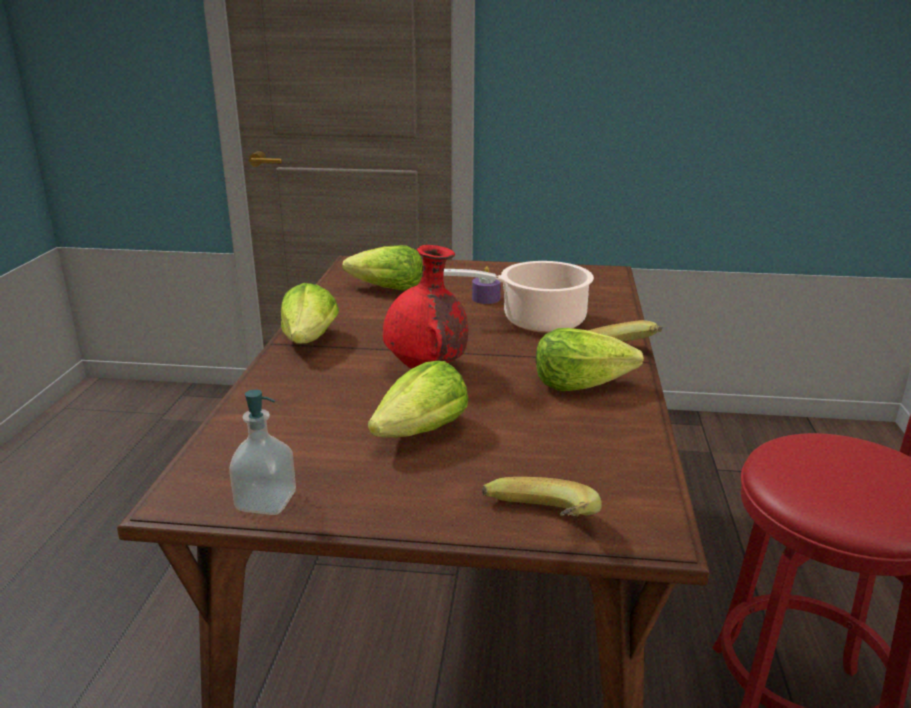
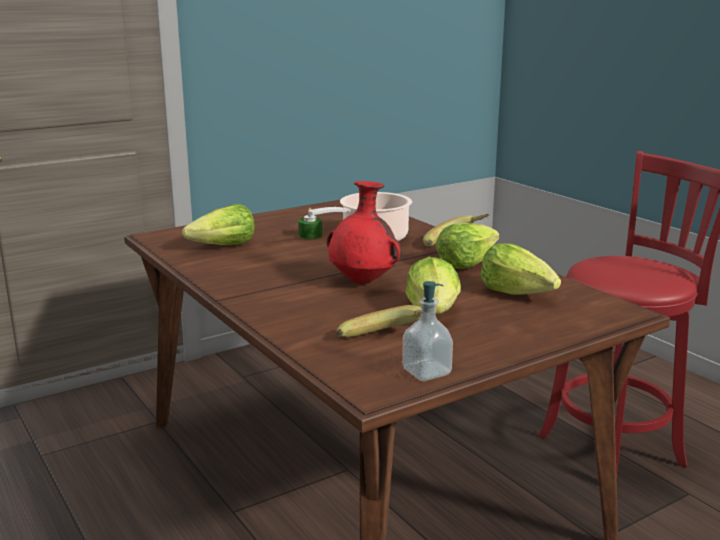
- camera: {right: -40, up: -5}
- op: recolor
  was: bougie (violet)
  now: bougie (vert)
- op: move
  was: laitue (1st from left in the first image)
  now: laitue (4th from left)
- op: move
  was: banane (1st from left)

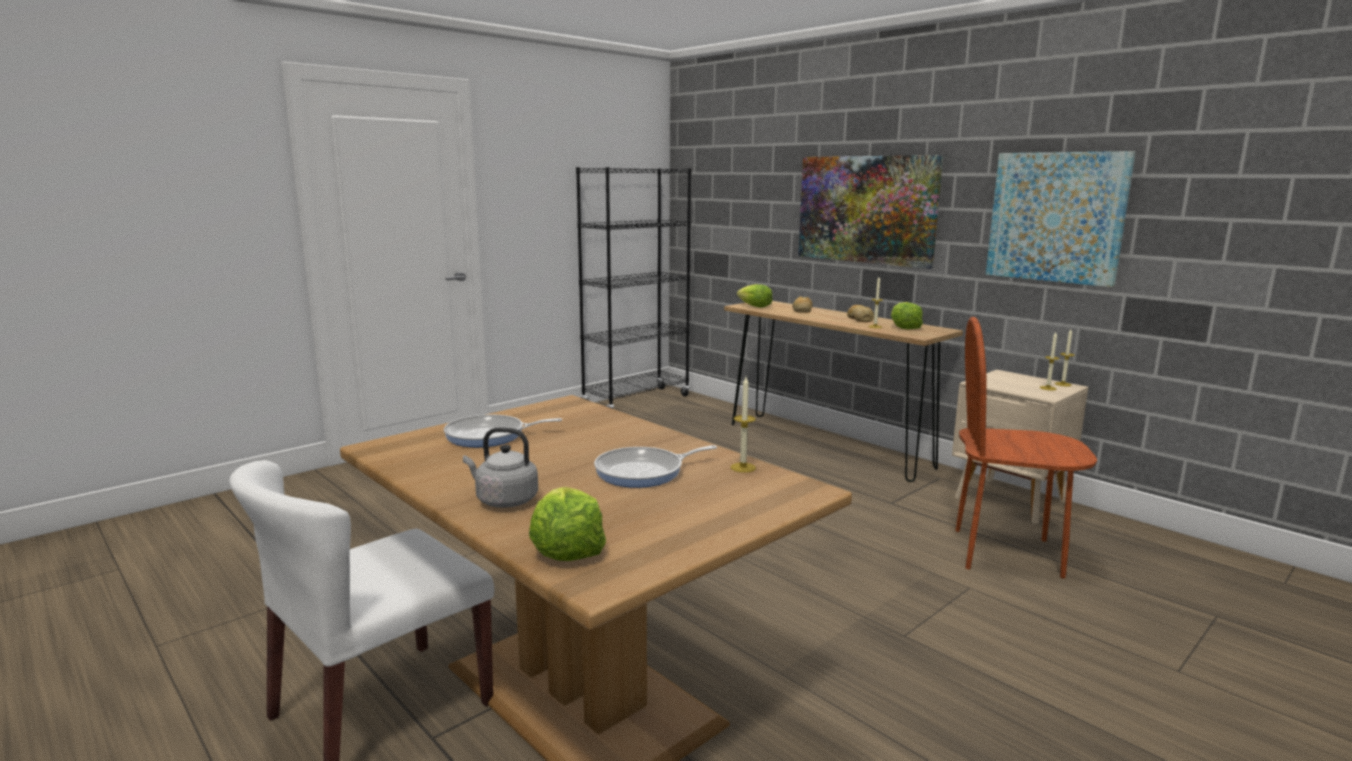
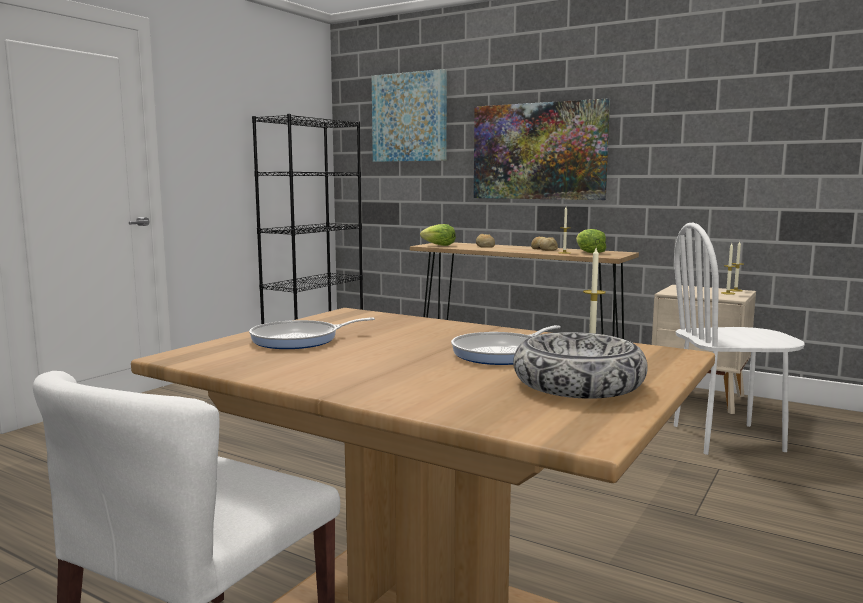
- camera: {right: -15, up: -5}
- op: move
  was: tableau (2nd from left in the first image)
  now: tableau (1st from left)
- op: recolor
  was: chaise (marron)
  now: chaise (blanc) (2nd from left)
- op: delete
  was: bouilloire (gris)
- op: delete
  was: laitue (1st from left)
- op: insert
  now: bol

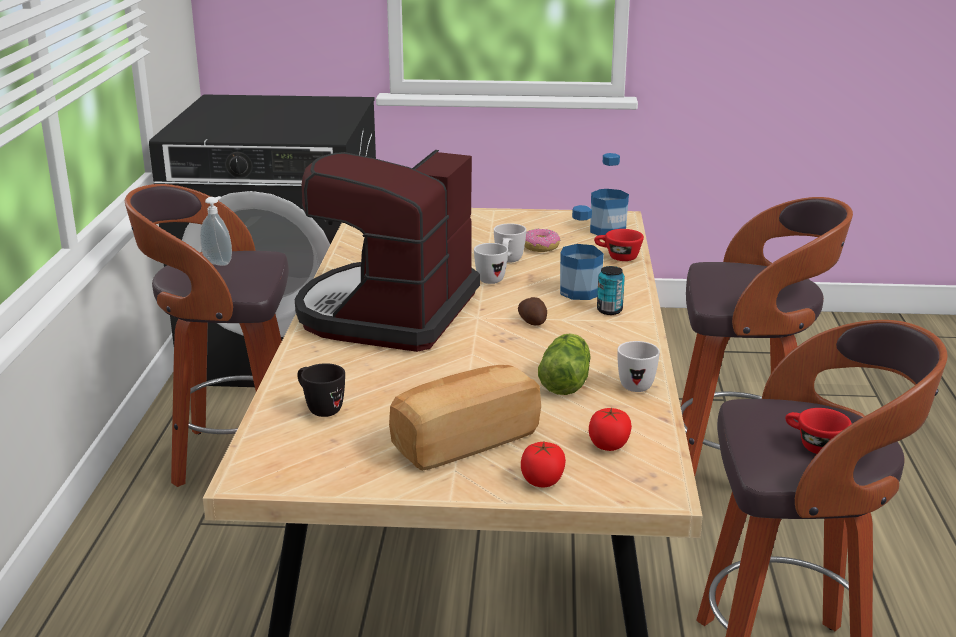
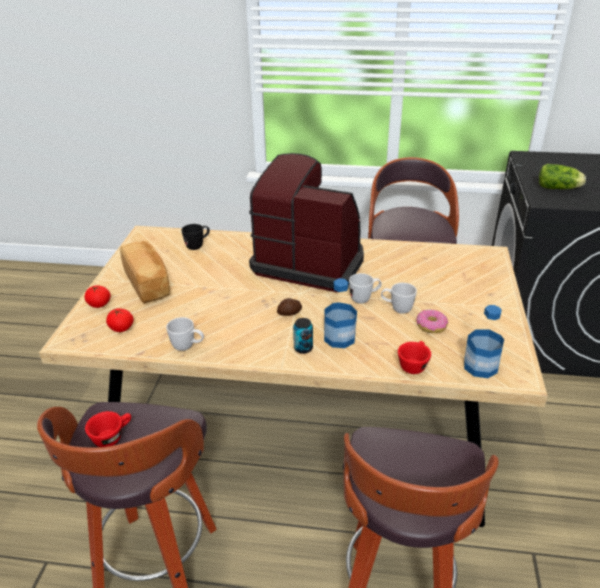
- camera: {right: 95, up: 10}
- op: delete
  was: distributeur de savon
- op: move
  was: laitue

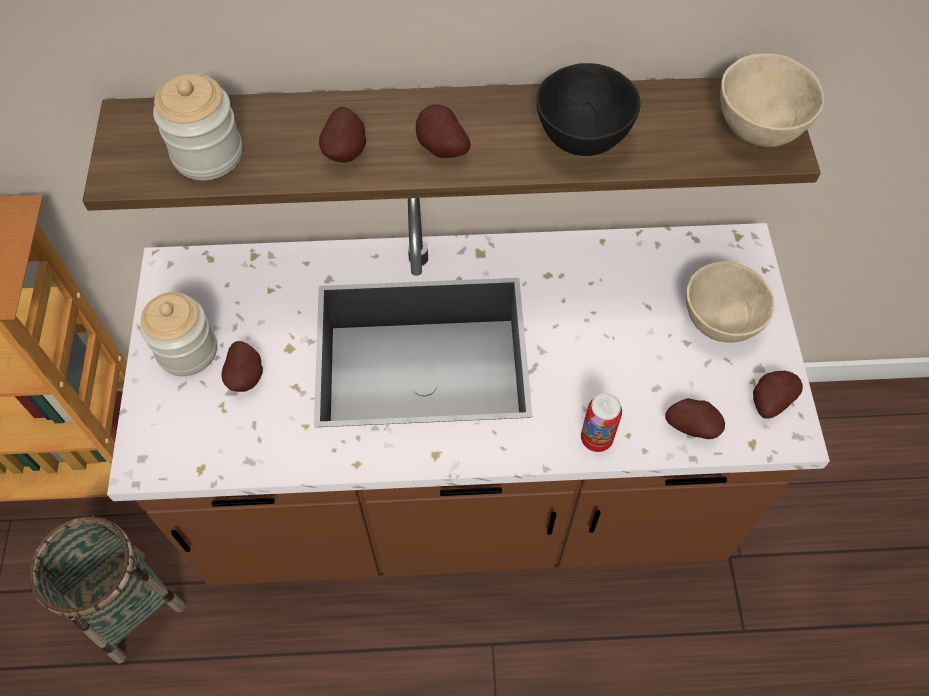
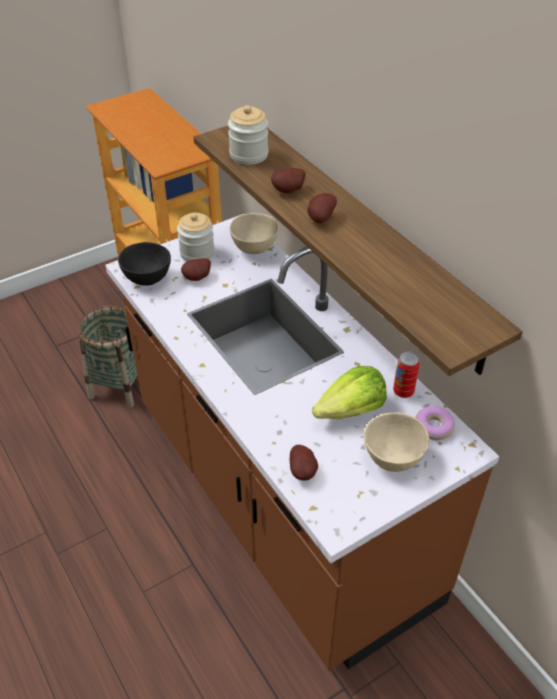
- camera: {right: 60, up: -15}
- op: move
  was: bol (beige) (2nd from left in the first image)
  now: bol (beige) (1st from left)
- op: move
  was: bol (noir)
- op: delete
  was: pomme de terre (5th from left)
- op: move
  was: boîte métallique
- op: insert
  now: laitue
- op: insert
  now: beignet

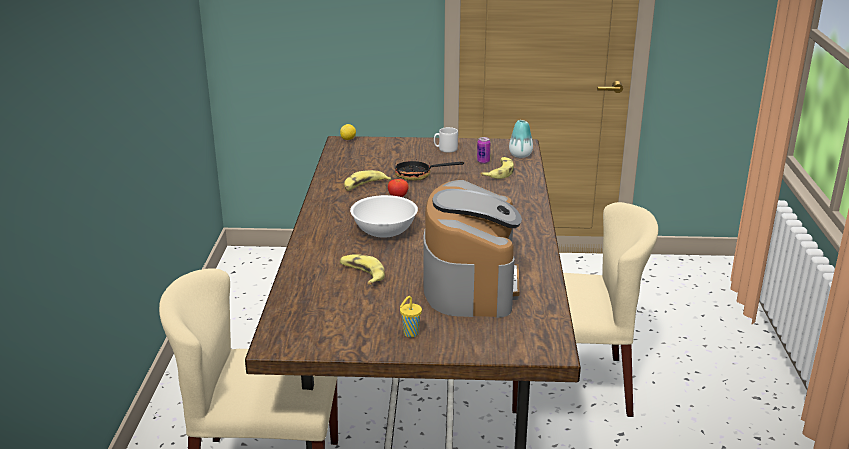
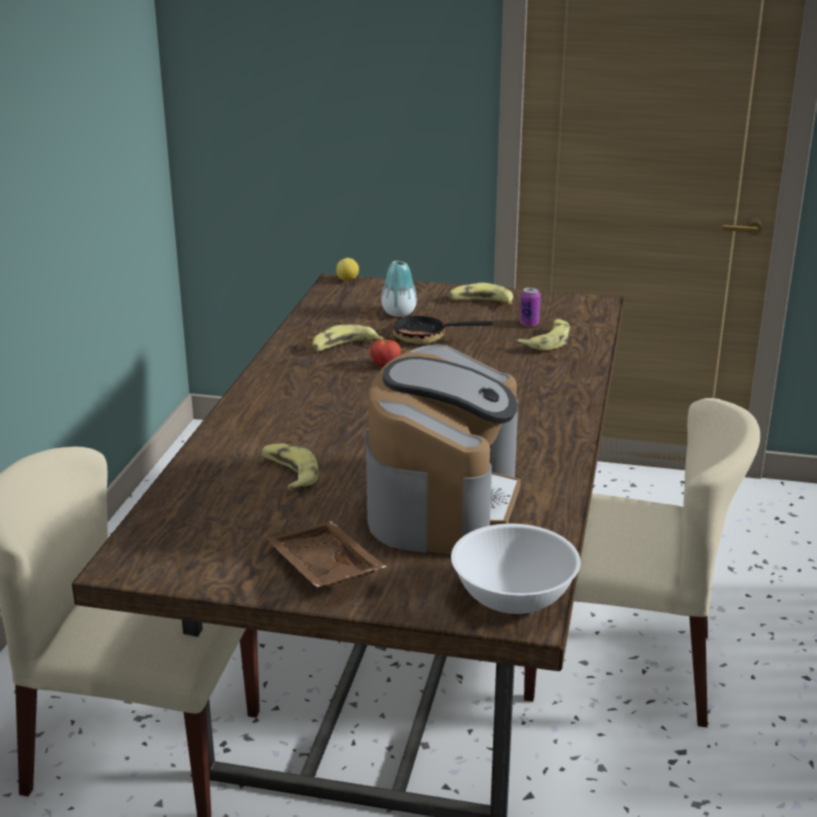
- camera: {right: 10, up: 0}
- op: move
  was: vase
- op: replace
  was: mug (gris)
  now: banane (3rd from left)
- op: move
  was: bol (blanc)
- op: replace
  was: tasse (jaune)
  now: plateau (marron)

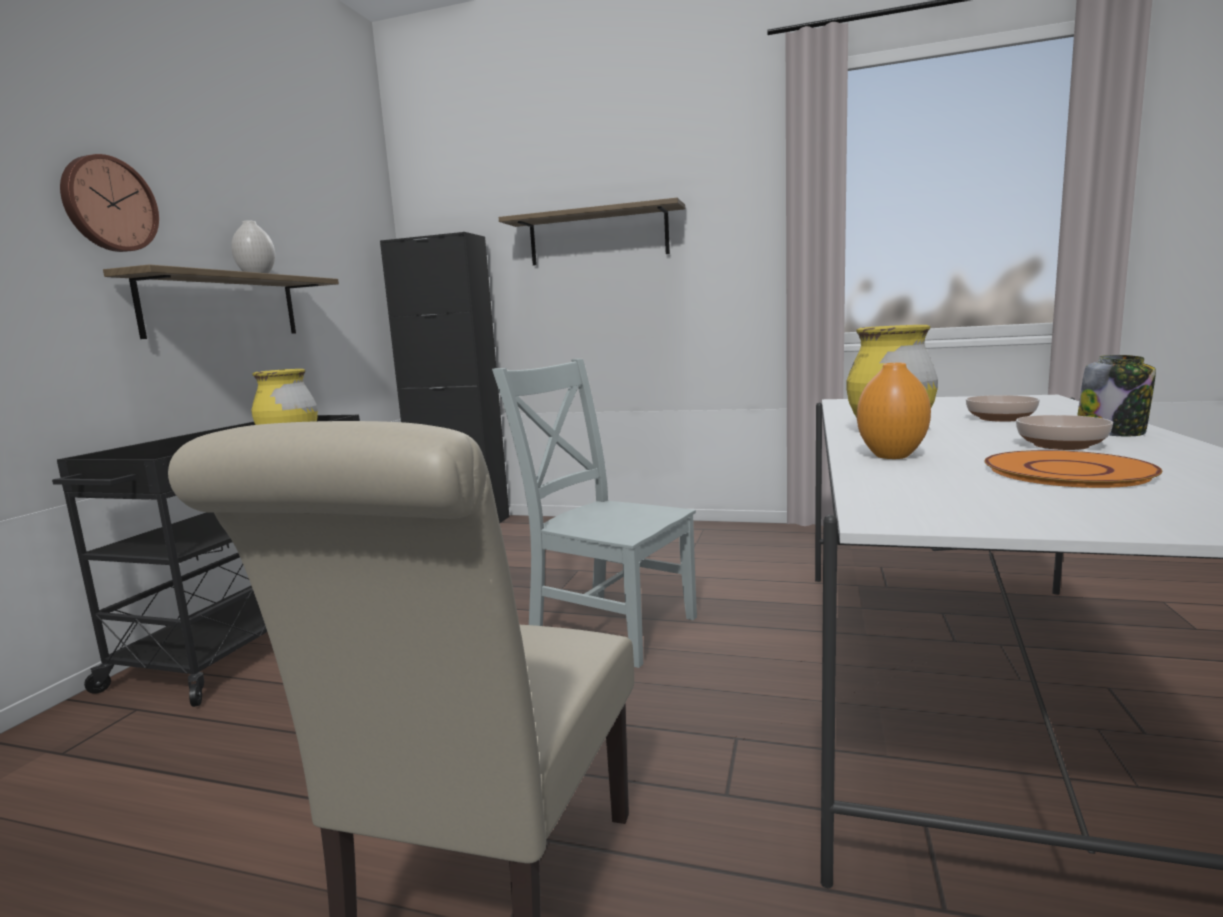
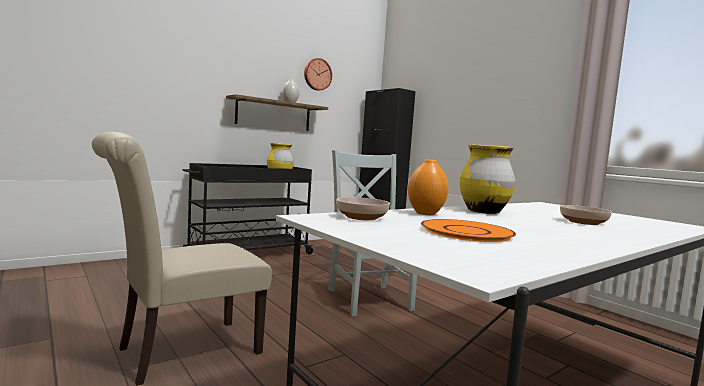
- camera: {right: 35, up: -5}
- op: move
  was: horloge murale
- op: delete
  was: étagère (2nd from left)
- op: delete
  was: bocal
- op: move
  was: bol (2nd from left in the first image)
  now: bol (1st from left)

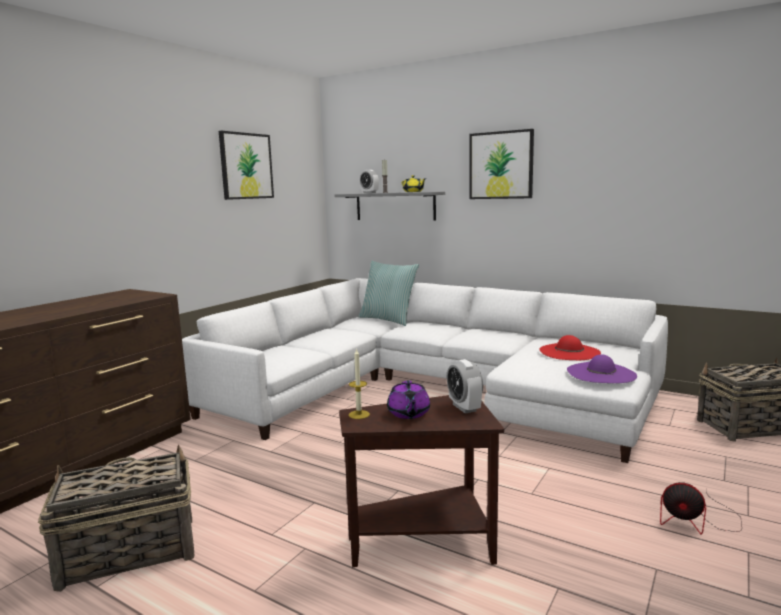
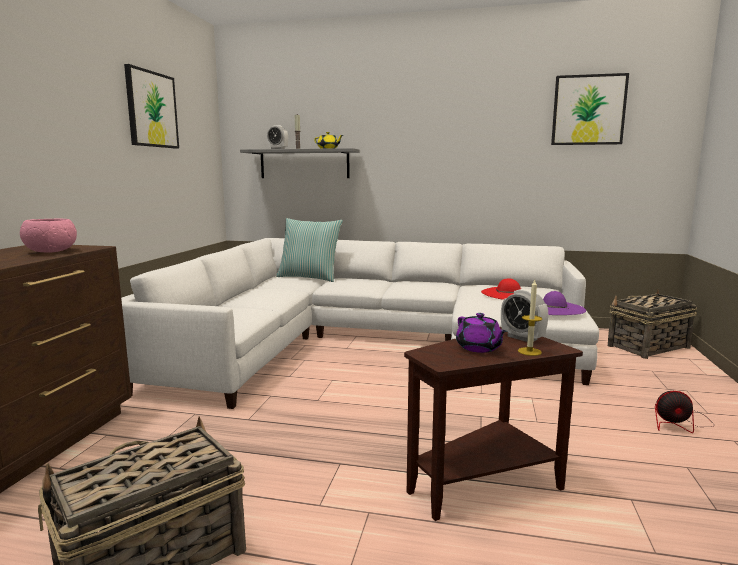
- camera: {right: -20, up: 0}
- op: move
  was: tableau (2nd from left)
- op: move
  was: bougie (1st from left in the first image)
  now: bougie (2nd from left)
- op: insert
  now: bol (rose)

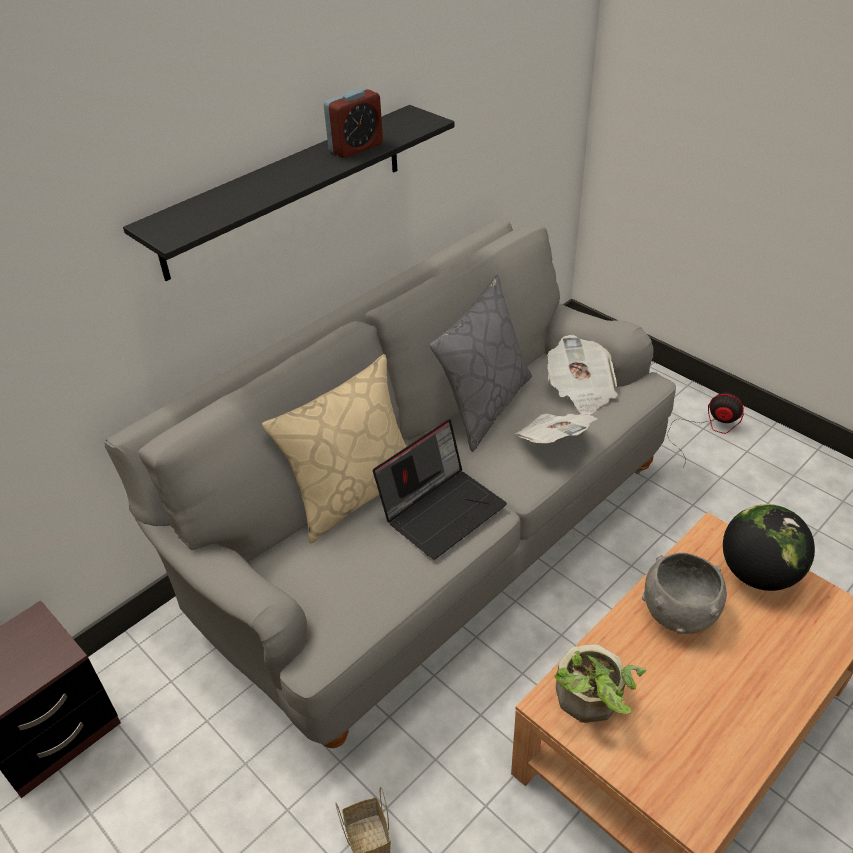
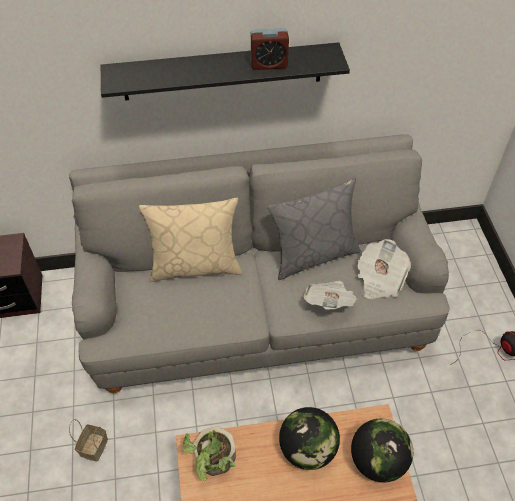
- camera: {right: 35, up: 10}
- op: delete
  was: ordinateur portable
- op: replace
  was: bol (gris)
  now: globe (1st from left)

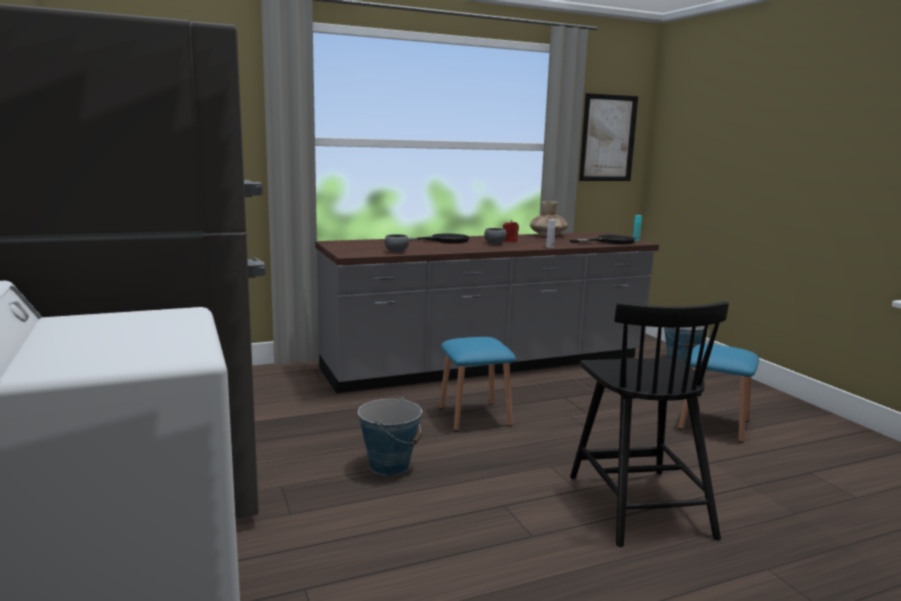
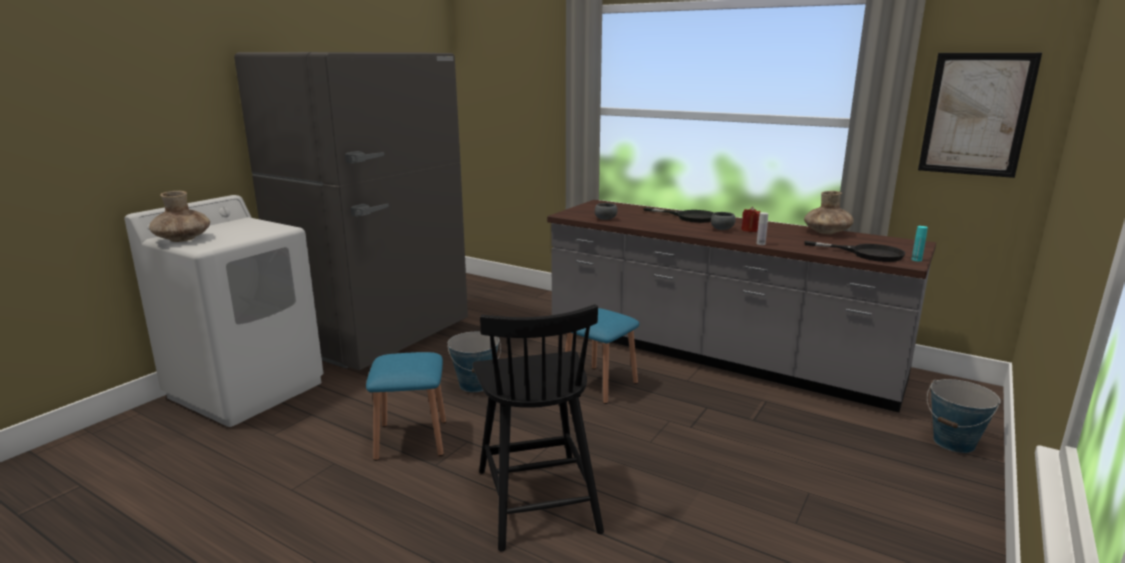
- camera: {right: 55, up: 5}
- op: rotate
  was: chaise (noir)
  clockwise: -60
- op: move
  was: tabouret (bleu) (2nd from left in the first image)
  now: tabouret (bleu) (1st from left)
- op: insert
  now: vase (marron) (1st from left)

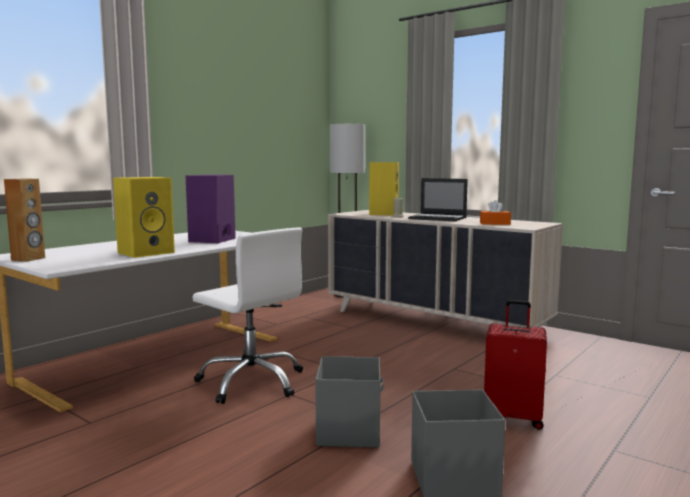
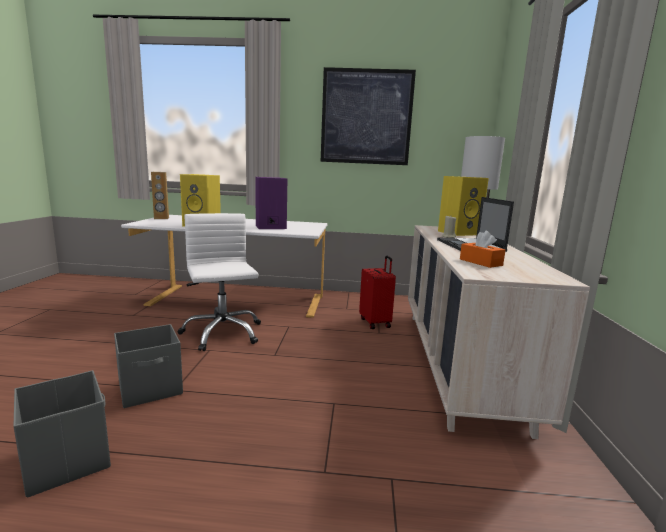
- camera: {right: 55, up: 5}
- op: rotate
  was: chaise de bureau (blanc)
  clockwise: 150
- op: move
  was: valise (rouge)
- op: insert
  now: tableau

